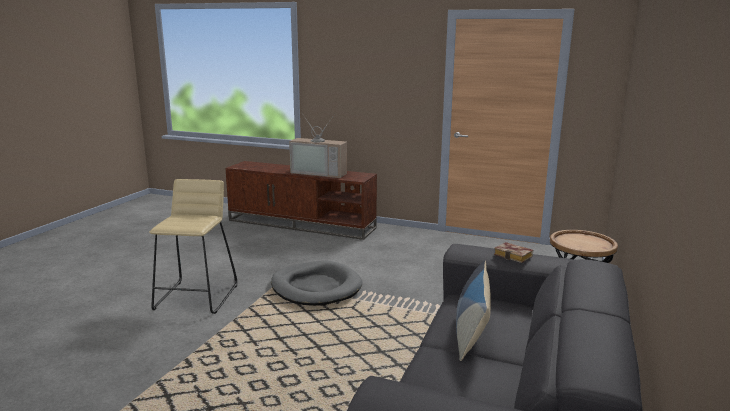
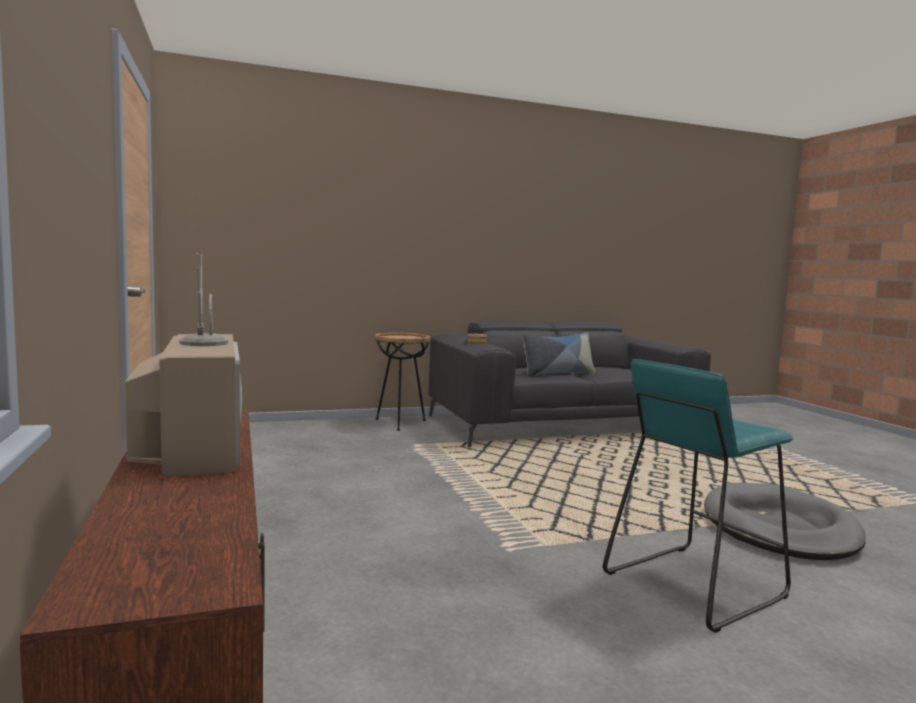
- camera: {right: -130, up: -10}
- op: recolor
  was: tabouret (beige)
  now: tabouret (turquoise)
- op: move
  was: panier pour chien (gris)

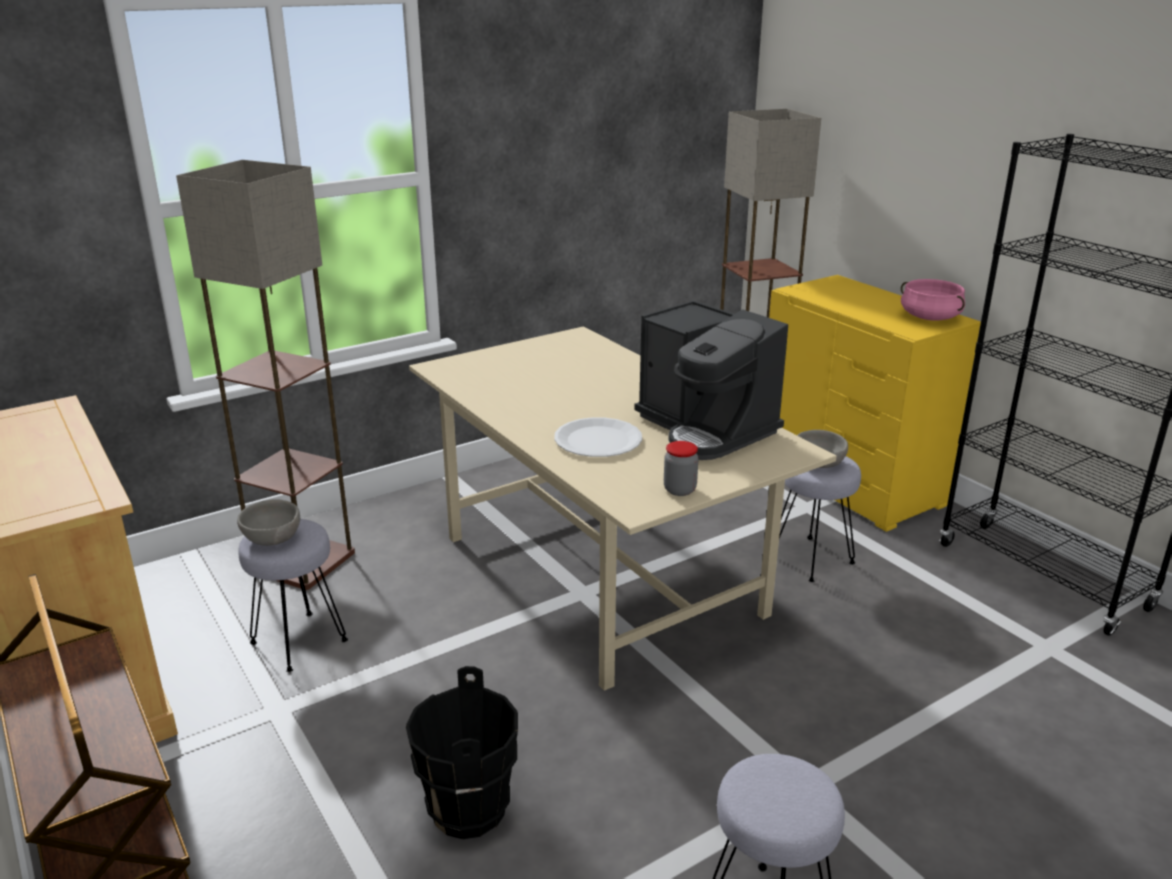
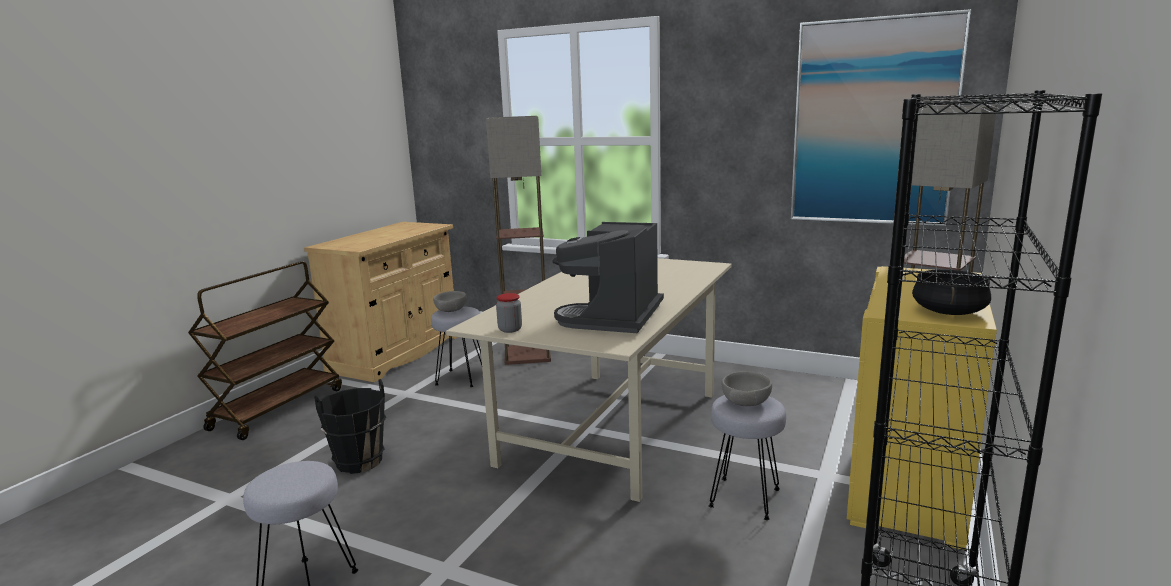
- camera: {right: 60, up: -10}
- op: recolor
  was: marmite (rose)
  now: marmite (noir)
- op: delete
  was: assiette (blanc)
- op: insert
  now: tableau

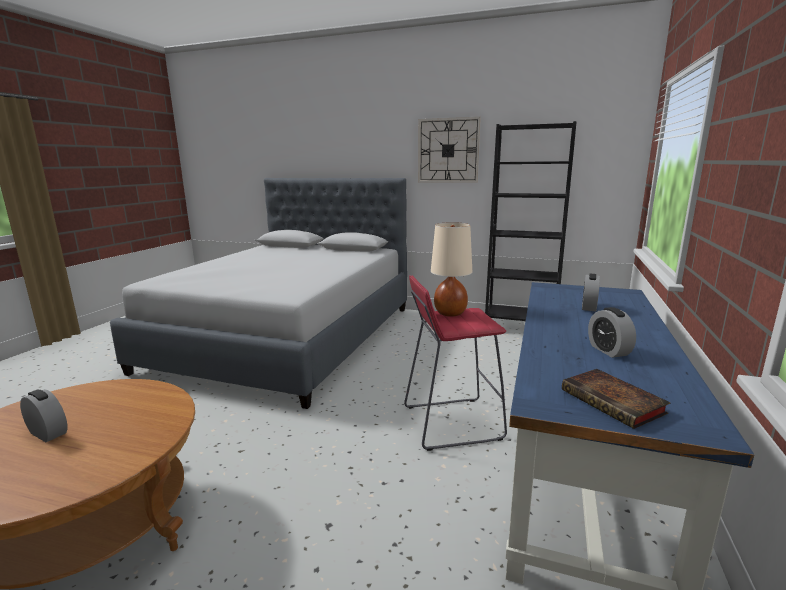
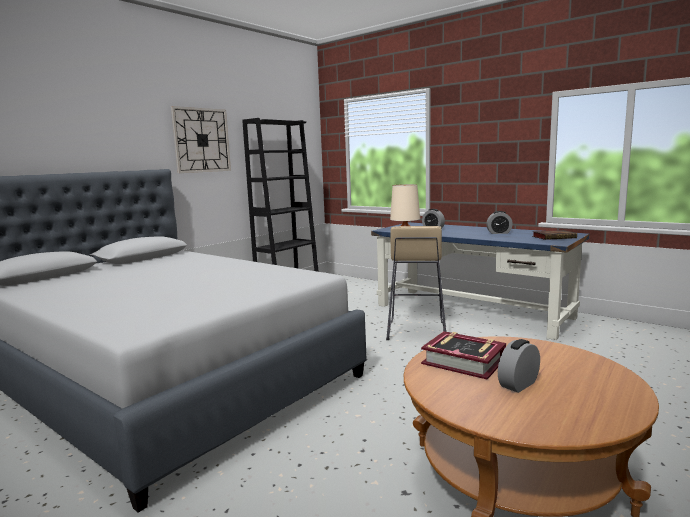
- camera: {right: -70, up: -5}
- op: recolor
  was: tabouret (rouge)
  now: tabouret (beige)
- op: insert
  now: livre (1st from left)

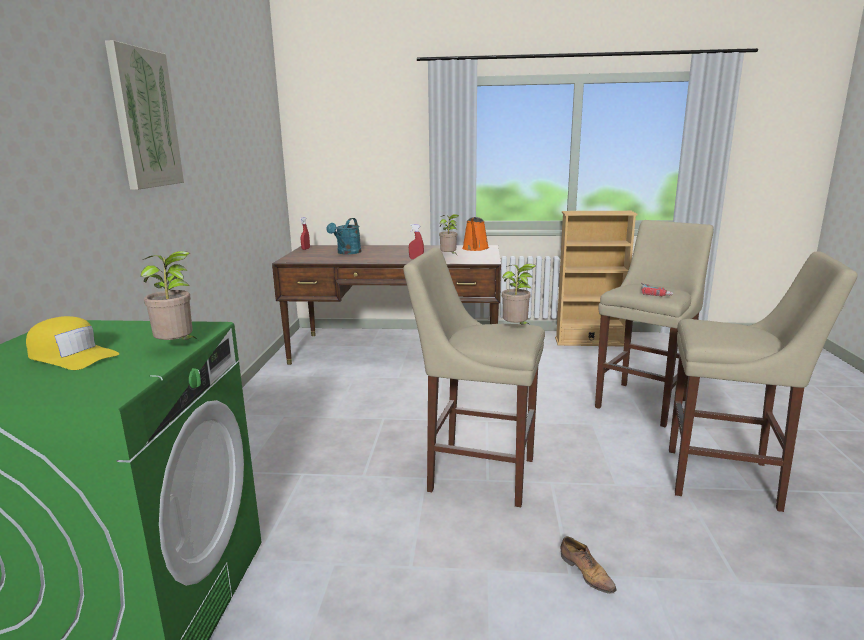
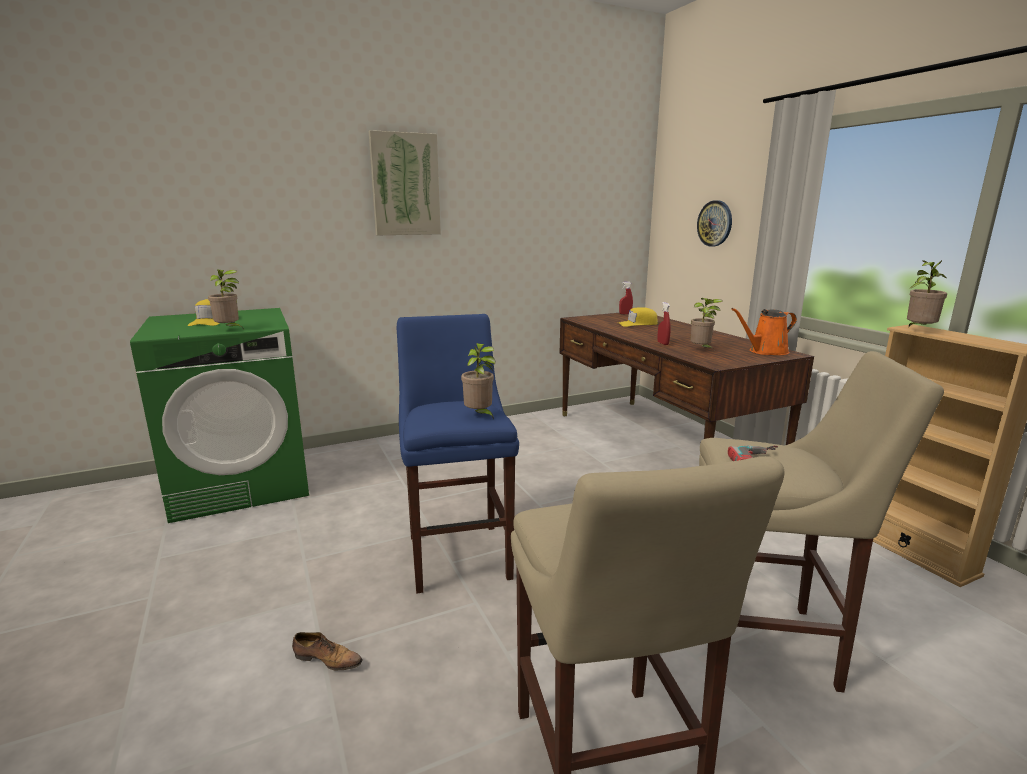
- camera: {right: 60, up: 0}
- op: replace
  was: arrosoir (turquoise)
  now: casquette (jaune) (2nd from left)
- op: recolor
  was: tabouret (beige) (1st from left)
  now: tabouret (bleu)
- op: rotate
  was: chaussure
  clockwise: -105
- op: insert
  now: horloge murale
- op: insert
  now: plante en pot (4th from left)

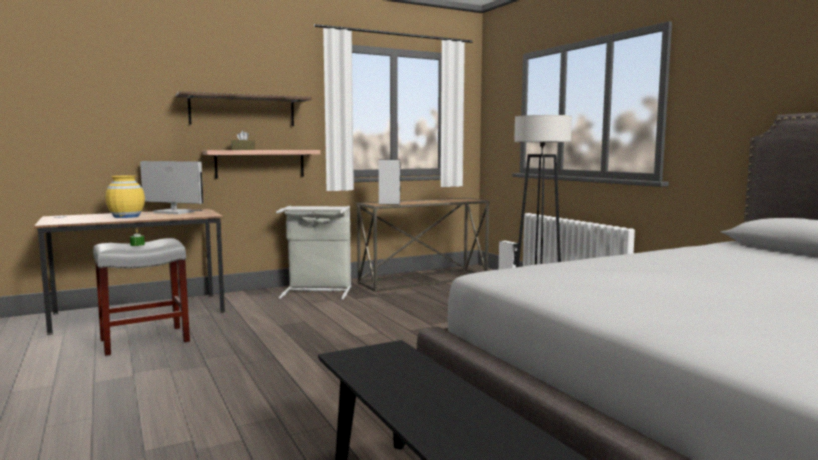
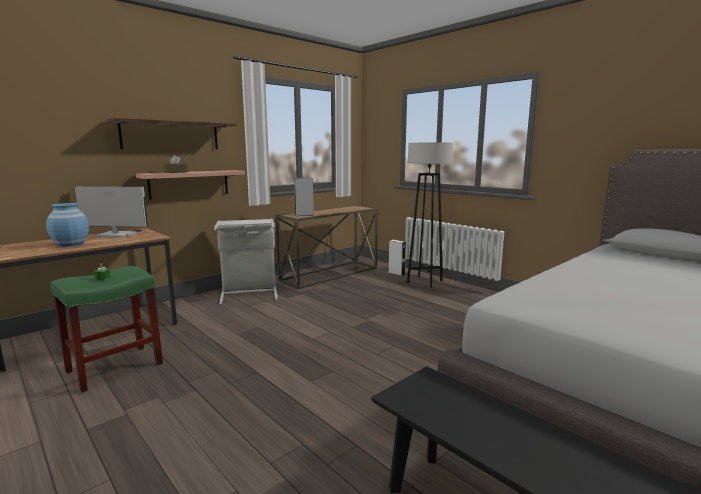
- camera: {right: -15, up: 5}
- op: recolor
  was: vase (jaune)
  now: vase (bleu)
- op: recolor
  was: tabouret (gris)
  now: tabouret (vert)

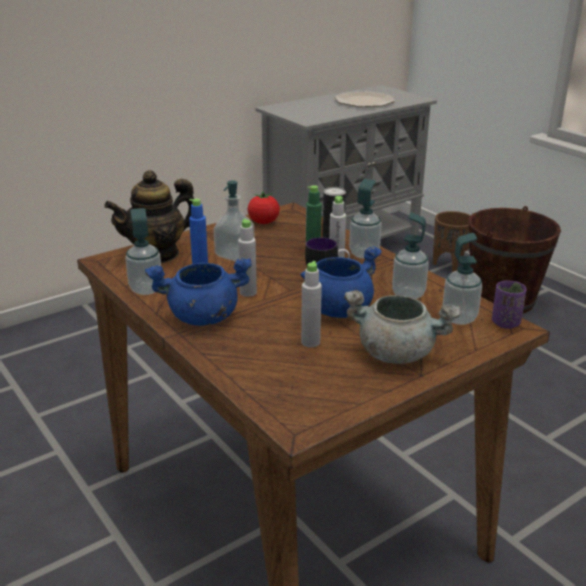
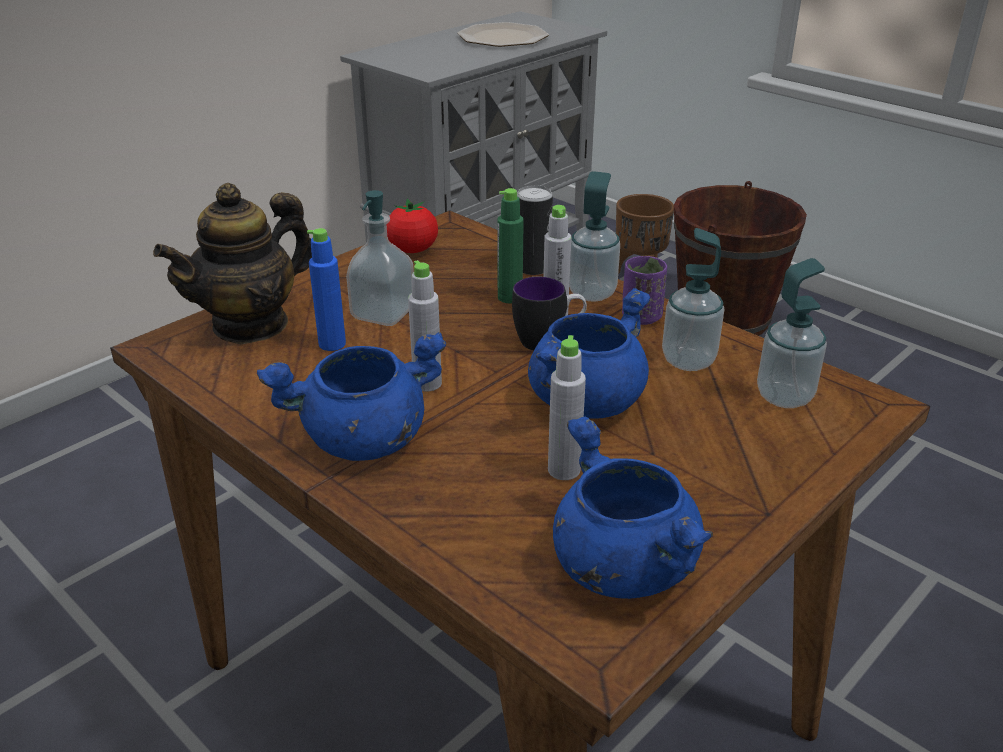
- camera: {right: -10, up: 5}
- op: delete
  was: distributeur de savon (1st from left)
- op: move
  was: tasse (violet)
- op: delete
  was: marmite (gris)
- op: insert
  now: marmite (bleu) (3rd from left)

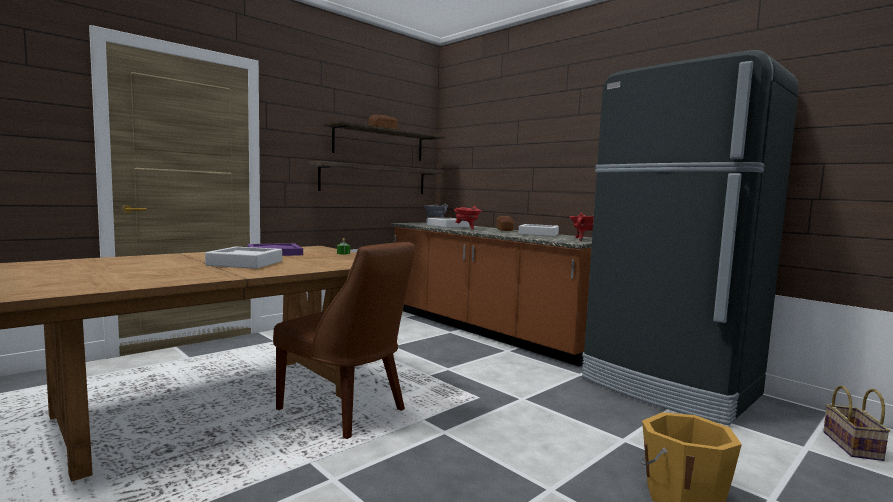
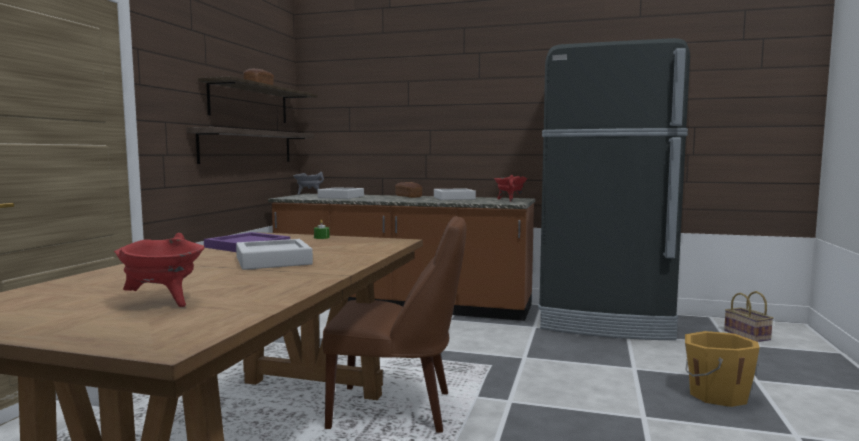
- camera: {right: -30, up: 0}
- op: move
  was: marmite (rouge) (1st from left)

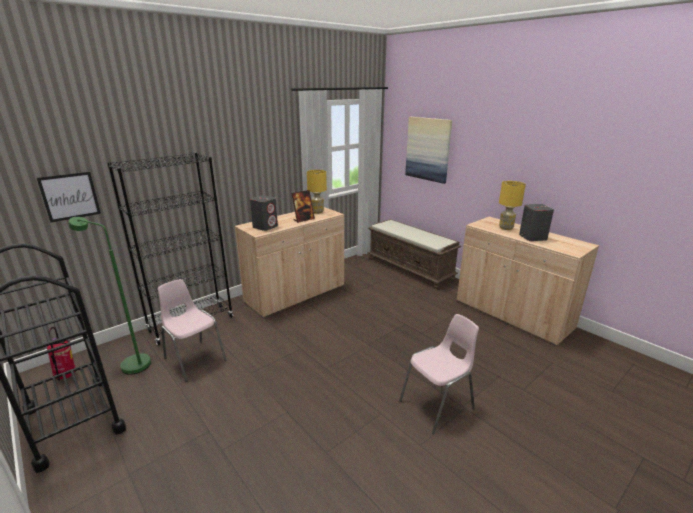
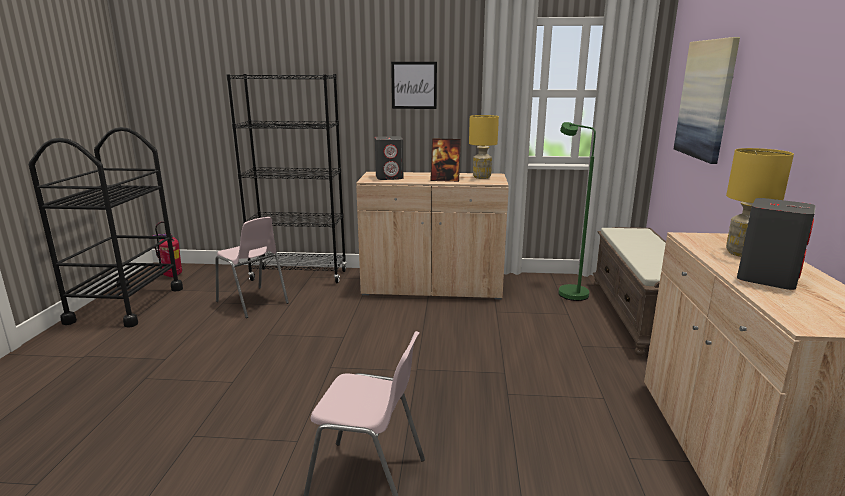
- camera: {right: 45, up: -5}
- op: move
  was: tableau (1st from left)
- op: move
  was: lampadaire (vert)
- op: rotate
  was: chaise (rose) (1st from left)
  clockwise: 135

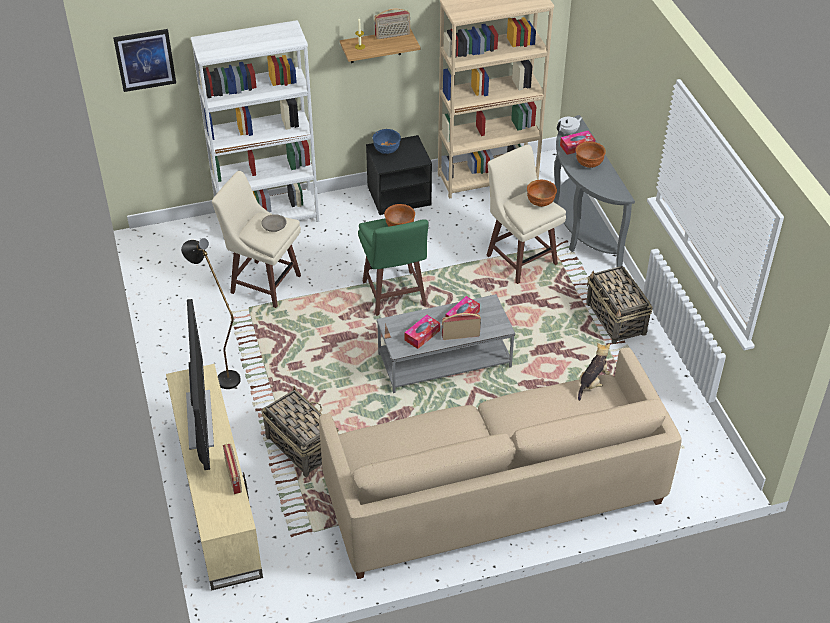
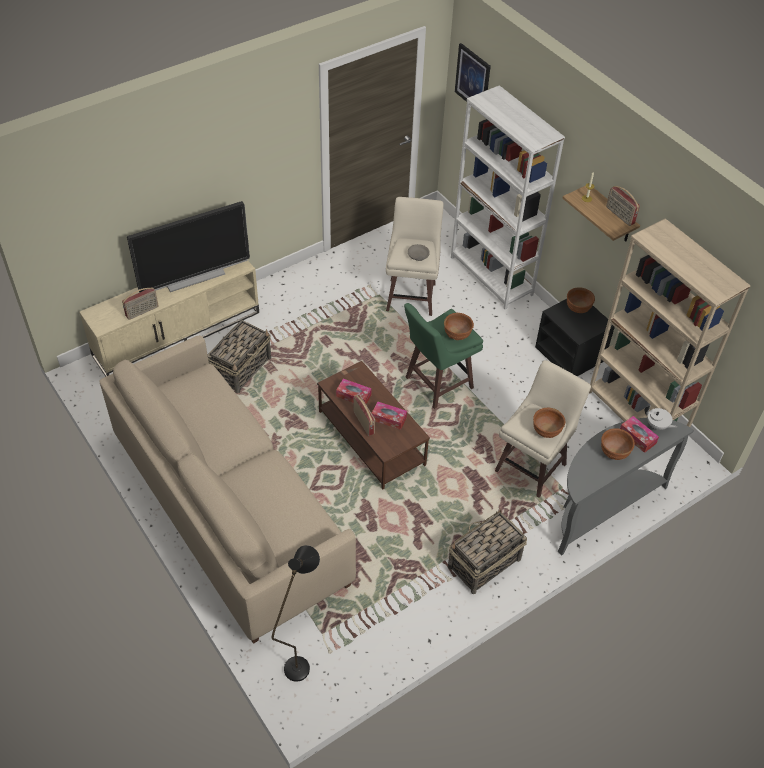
- camera: {right: 70, up: 5}
- op: recolor
  was: bol (bleu)
  now: bol (marron) (3rd from left)
- op: move
  was: lampadaire (noir)
- op: recolor
  was: table basse (gris)
  now: table basse (marron)
- op: delete
  was: peluche

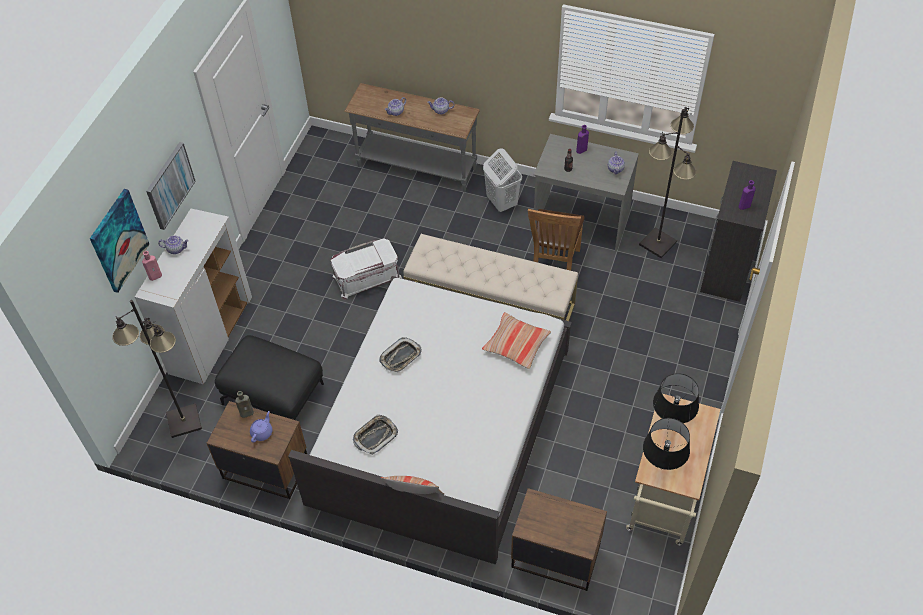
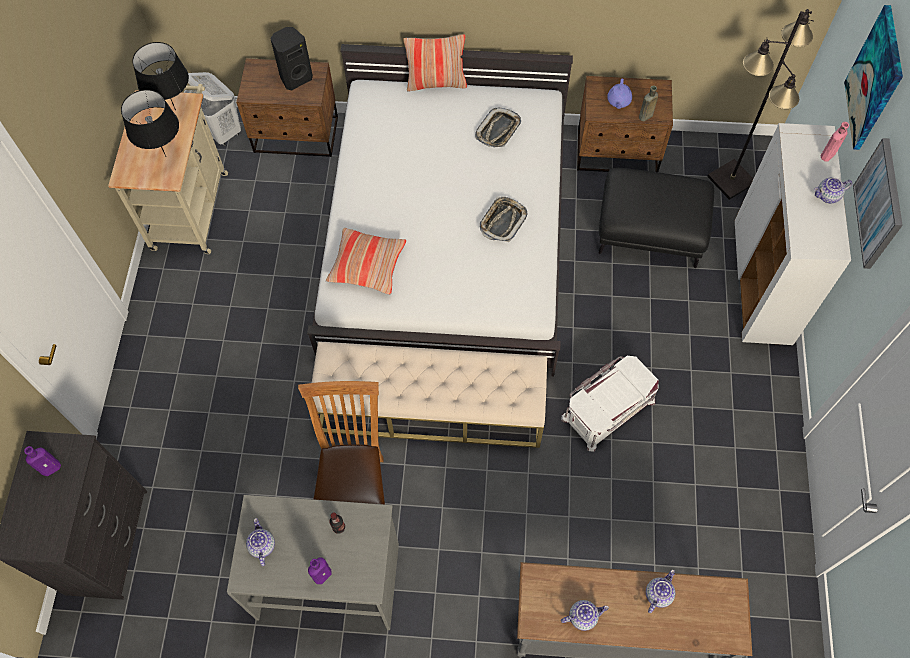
- camera: {right: 165, up: 10}
- op: delete
  was: lampadaire (noir) (2nd from left)
- op: move
  was: panier à linge (blanc)
- op: insert
  now: enceinte (noir)

